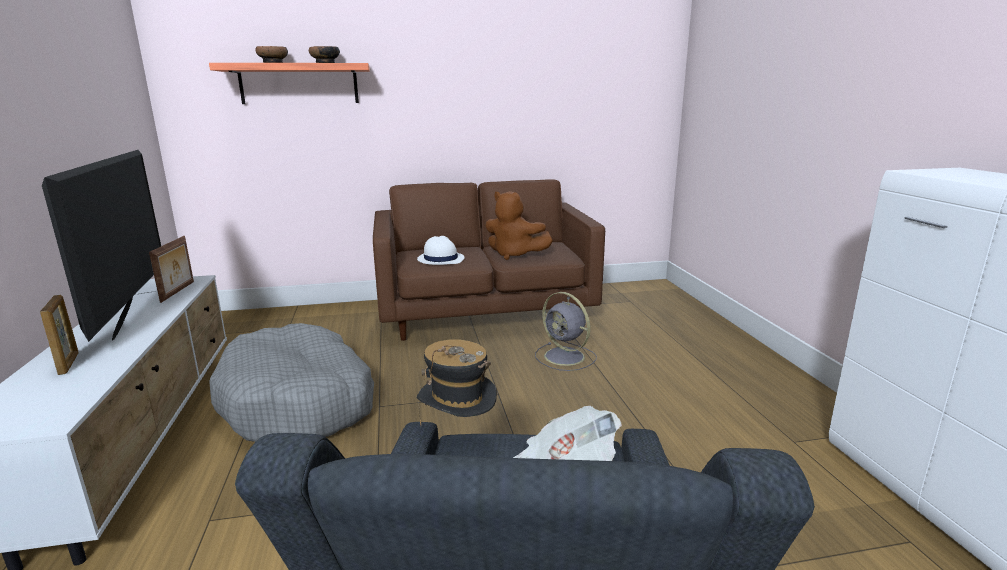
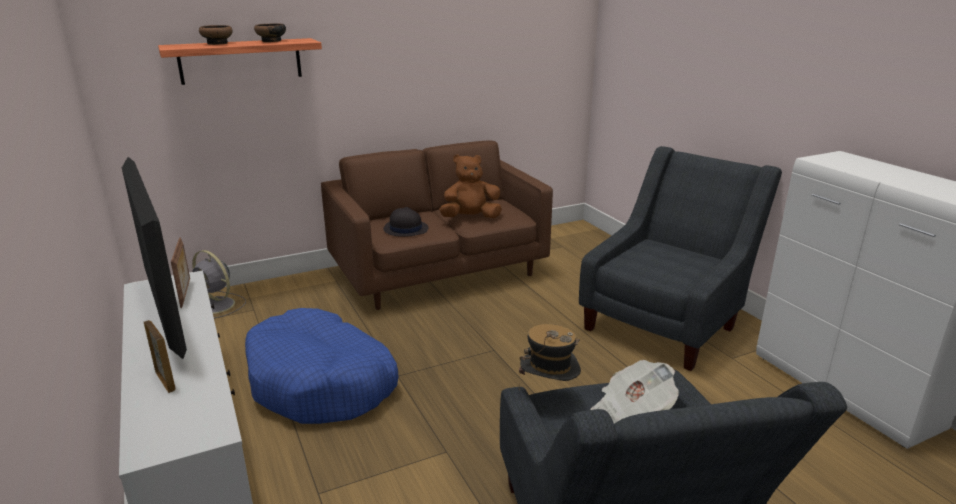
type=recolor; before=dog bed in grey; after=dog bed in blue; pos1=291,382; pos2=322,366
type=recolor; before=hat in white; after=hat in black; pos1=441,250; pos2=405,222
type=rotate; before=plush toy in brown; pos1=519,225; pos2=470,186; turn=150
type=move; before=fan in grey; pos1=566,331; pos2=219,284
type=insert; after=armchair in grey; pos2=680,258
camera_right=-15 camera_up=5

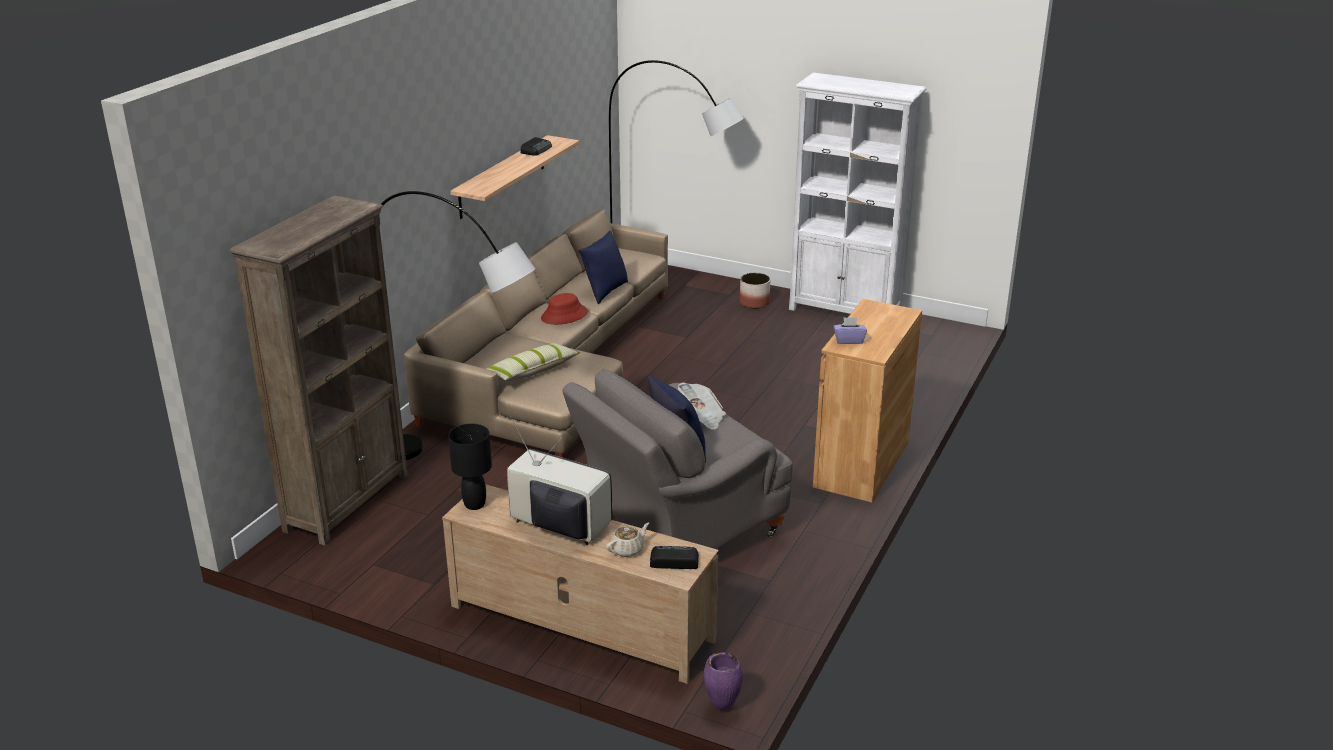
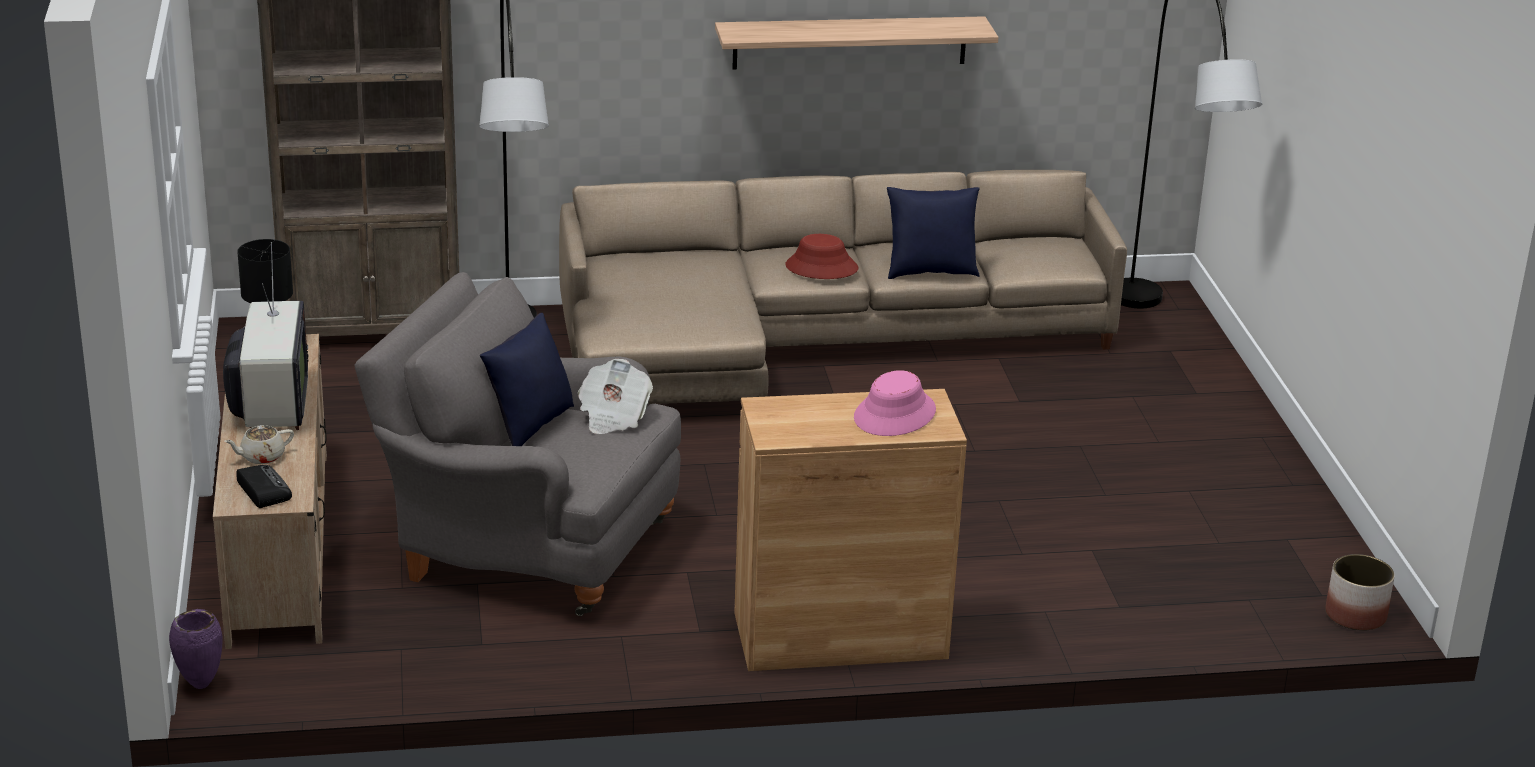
type=delete; before=pillow; pos1=533,362
type=delete; before=radio; pos1=536,146
type=rotate; before=teapot in beige; pos1=627,539; pos2=259,444; turn=135
type=move; before=planter; pos1=755,290; pos2=1360,592
type=delete; before=bookcase in white; pos1=857,193
type=delete; before=tissue box in purple; pos1=850,330
type=insert; after=hat in pink; pos2=895,403
camera_right=55 camera_up=0

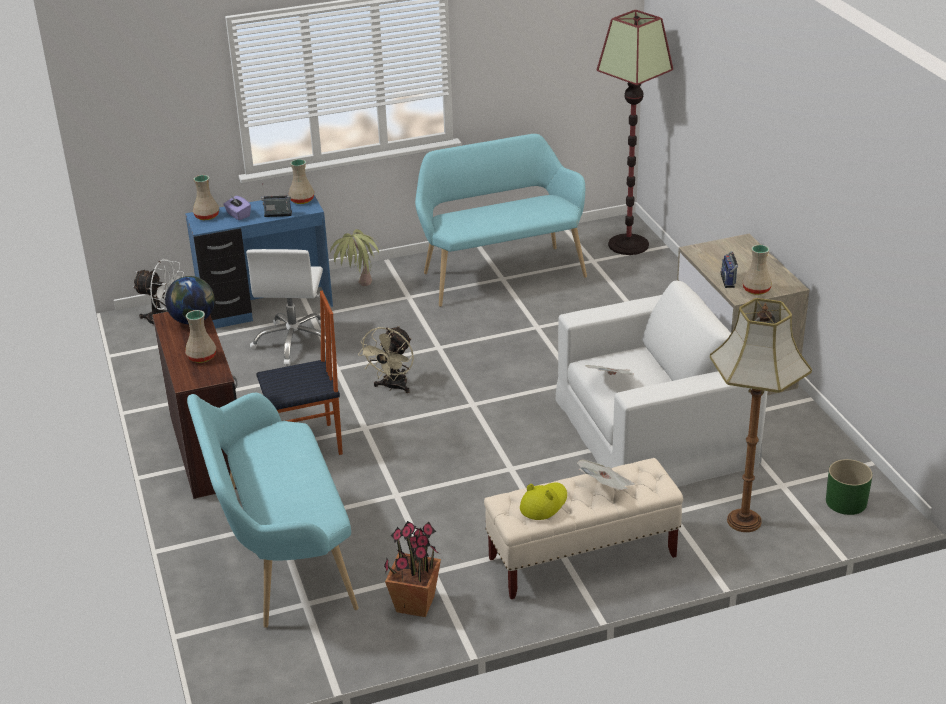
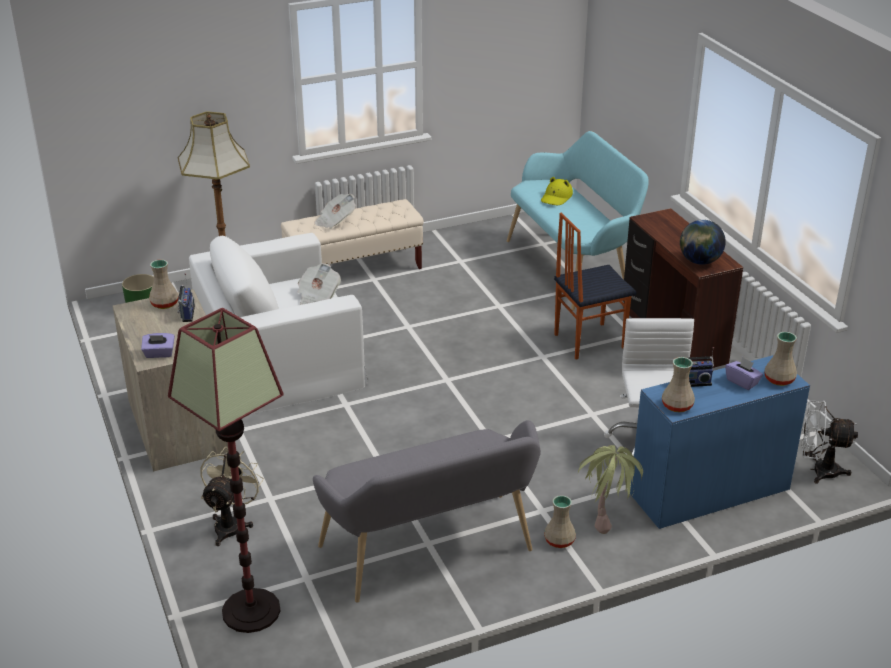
type=move; before=vase in beige; pos1=200,336; pos2=560,521
type=move; before=fan in beige; pos1=386,359; pos2=232,496
type=delete; before=potted plant; pos1=412,569
type=recolor; before=bench in turquoise; after=bench in grey; pos1=501,220; pos2=427,511
type=move; before=hat in yellow; pos1=543,501; pos2=557,191
type=insert; after=tissue box in purple; pos2=158,345
camera_right=175 camera_up=0

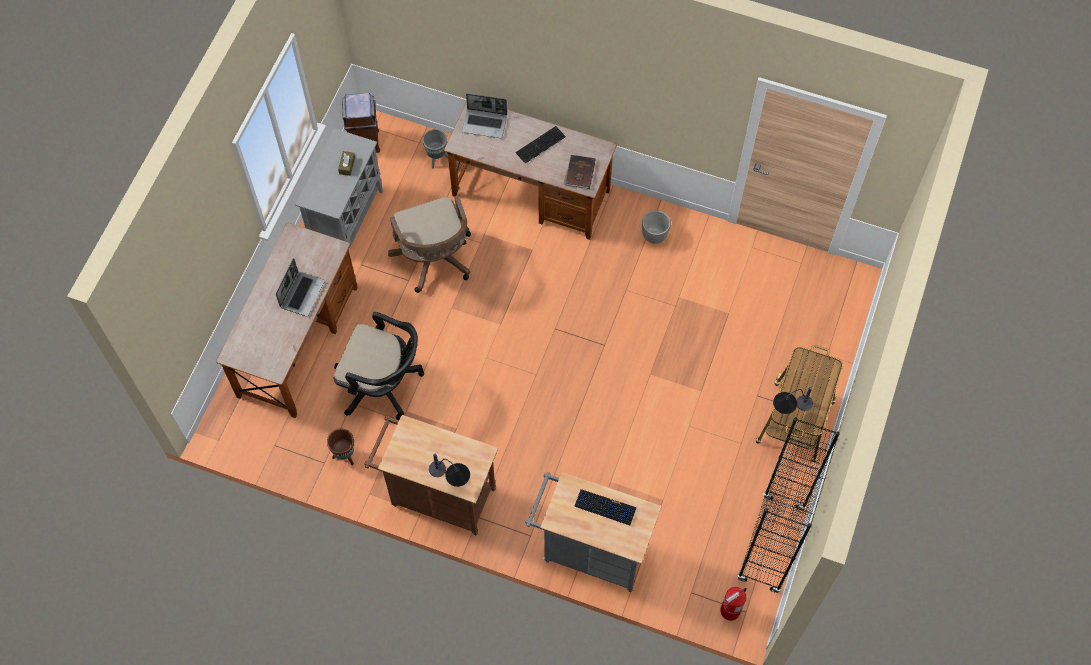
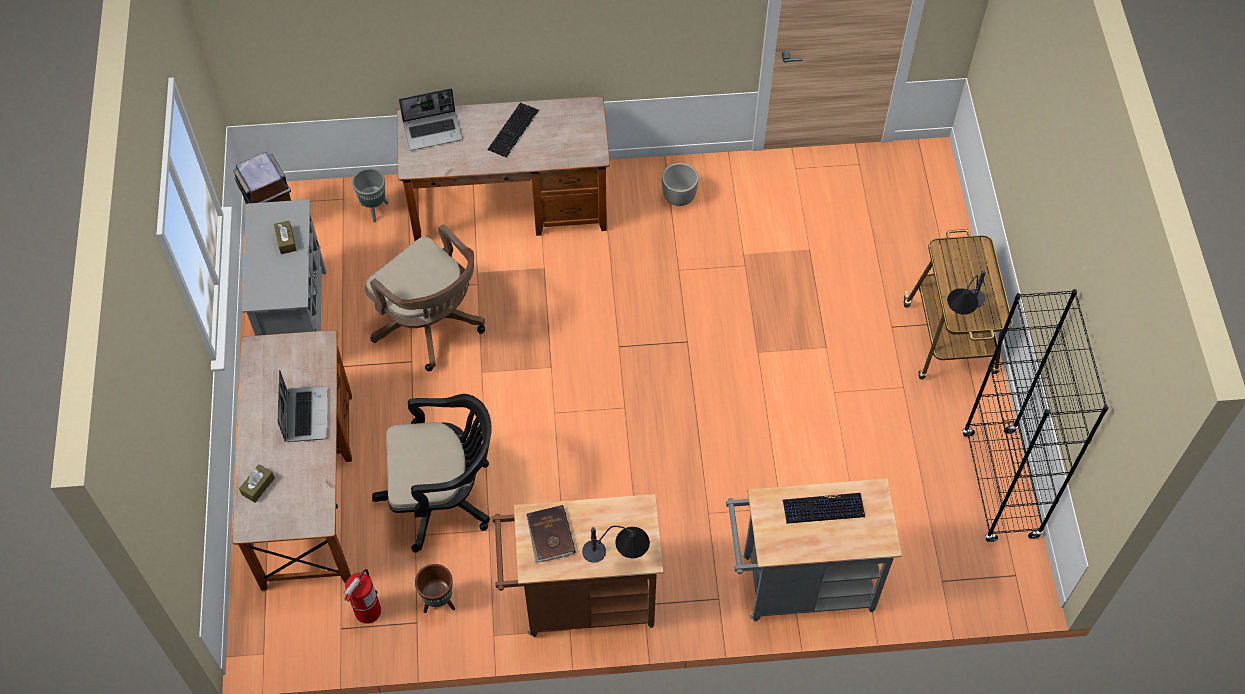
type=move; before=book in brown; pos1=579,172; pos2=551,534
type=move; before=fire extinguisher; pos1=733,604; pos2=362,596
type=insert; after=tissue box in brown; pos2=257,483
camera_right=-25 camera_up=-5

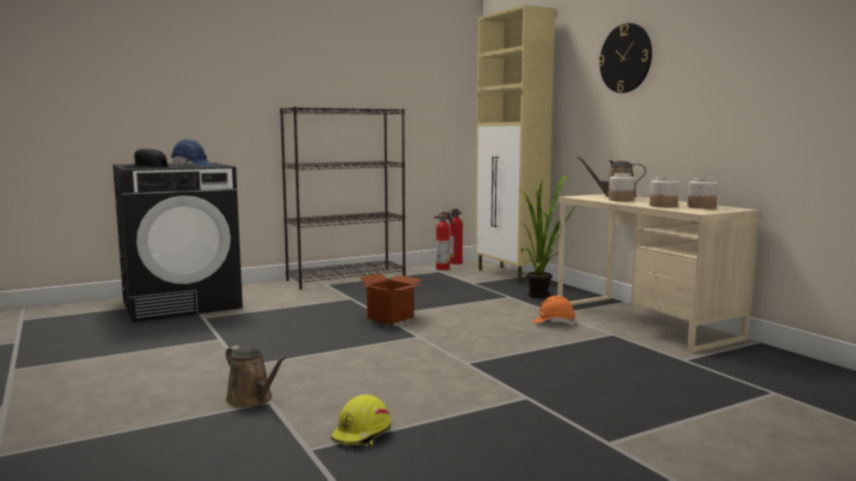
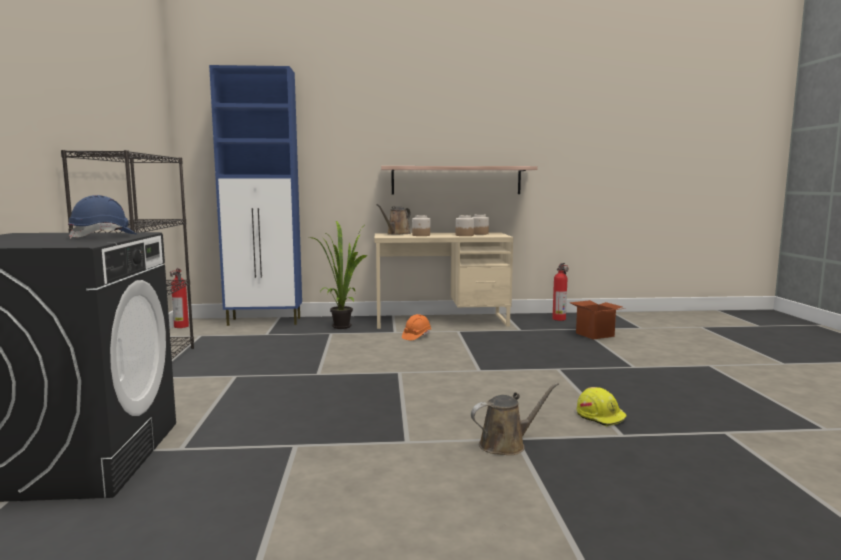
type=delete; before=cap in black; pos1=145,158
type=move; before=cardboard box; pos1=389,299; pos2=597,320
type=move; before=fire extinguisher; pos1=444,241; pos2=560,292
type=recolor; before=cabinet in beige; after=cabinet in blue; pos1=515,144; pos2=255,195
type=delete; before=wall clock; pos1=625,58
type=insert; after=shelf; pos2=459,180
camera_right=-65 camera_up=0

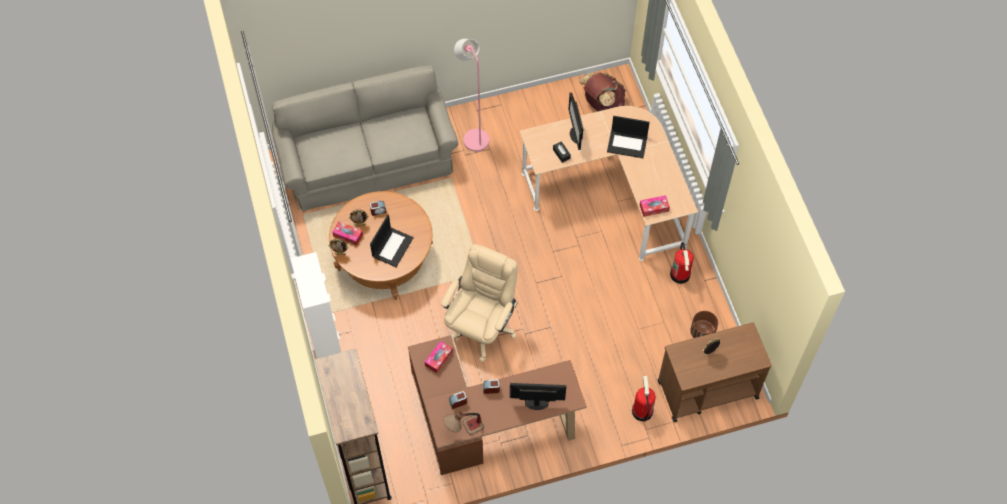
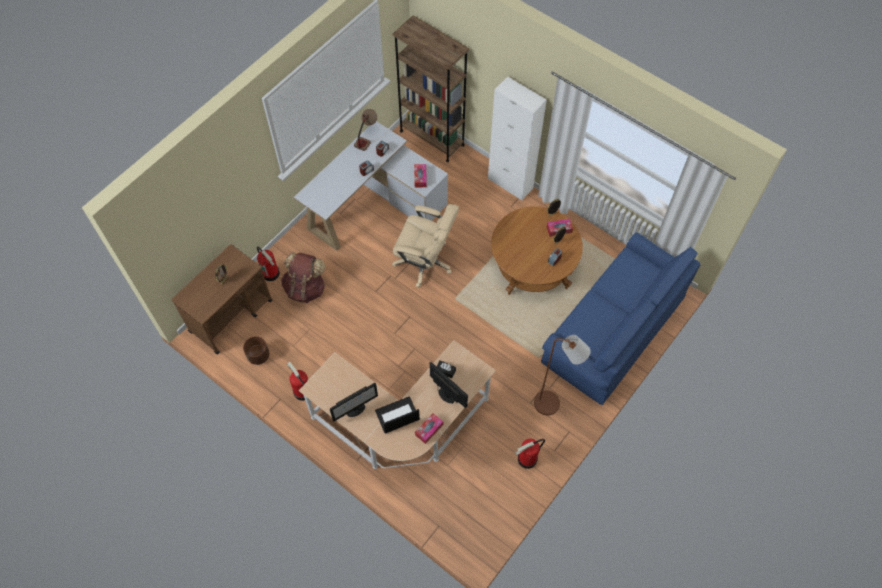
type=recolor; before=sofa in grey; after=sofa in blue; pos1=365,138; pos2=621,318
type=delete; before=laptop; pos1=392,241
type=recolor; before=desk in brown; after=desk in white; pos1=497,405; pos2=371,186
type=rotate; before=office chair in beige; pos1=479,303; pos2=425,246; turn=-60
type=recolor; before=floor lamp in pink; after=floor lamp in brown; pos1=471,95; pos2=562,375
type=move; before=monitor; pos1=538,396; pos2=354,402
type=move; before=backpack in brown; pos1=602,91; pos2=303,277
type=move; before=tissue box; pos1=655,206; pos2=429,428
type=insert; after=fire extinguisher; pos2=530,454
camera_right=145 camera_up=0

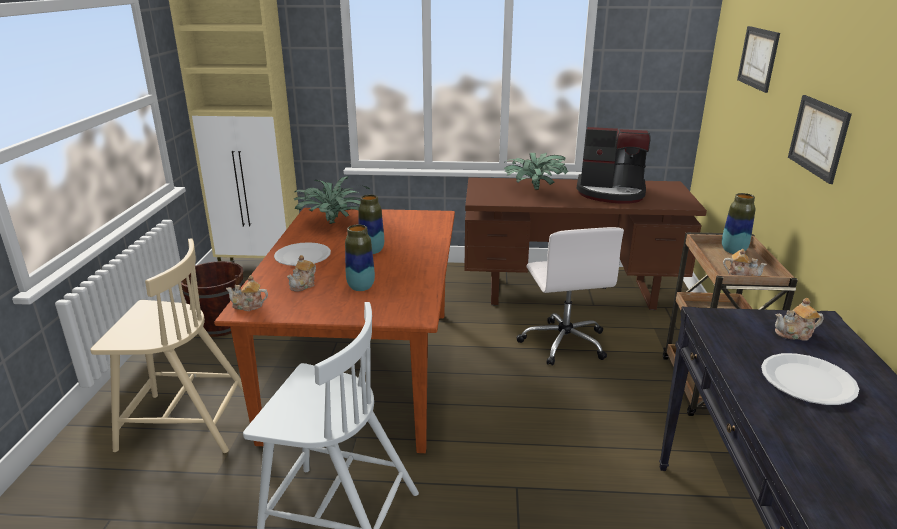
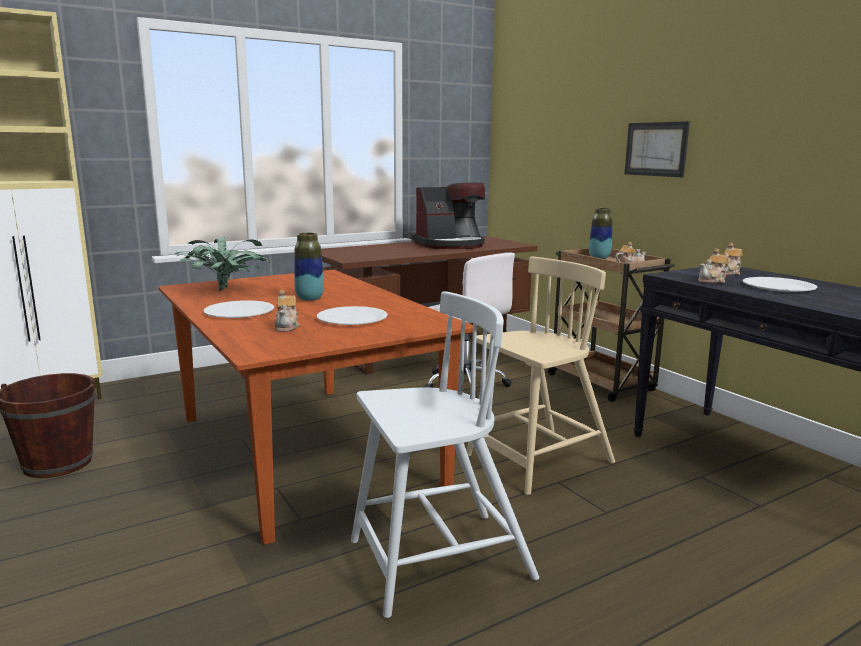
type=move; before=chair in beige; pos1=167,346; pos2=540,376
type=move; before=teapot; pos1=247,293; pos2=713,266
type=replace; before=vase; after=plate in white; pos1=360,258; pos2=352,315
type=delete; before=potted plant; pos1=536,171
type=delete; before=picture; pos1=758,59
camera_right=-35 camera_up=-10

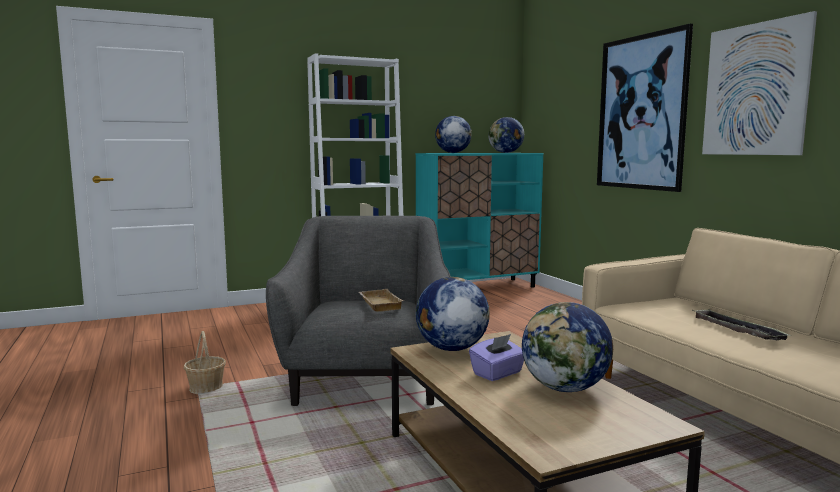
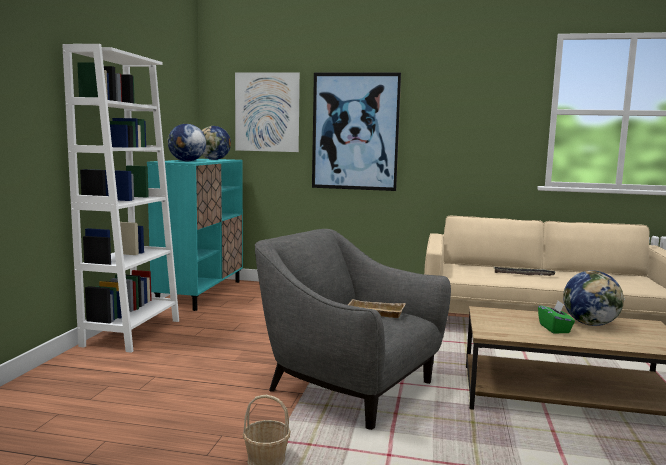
type=delete; before=globe; pos1=453,314
type=recolor; before=tissue box in purple; after=tissue box in green; pos1=496,357; pos2=556,317
type=move; before=picture; pos1=759,83; pos2=267,112
camera_right=-55 camera_up=0

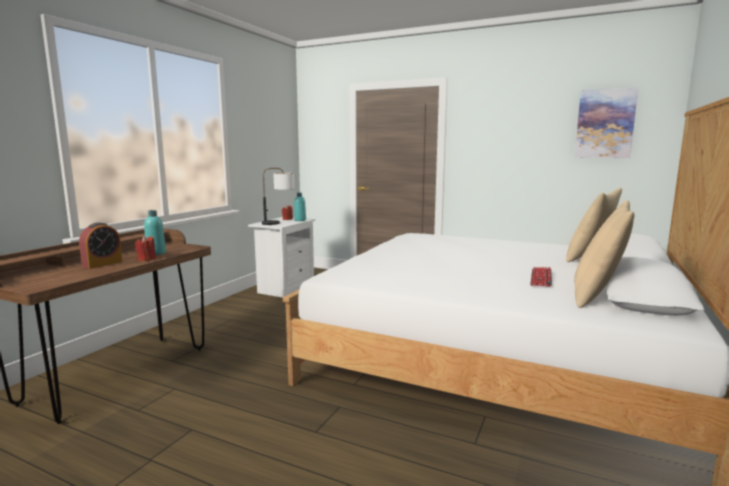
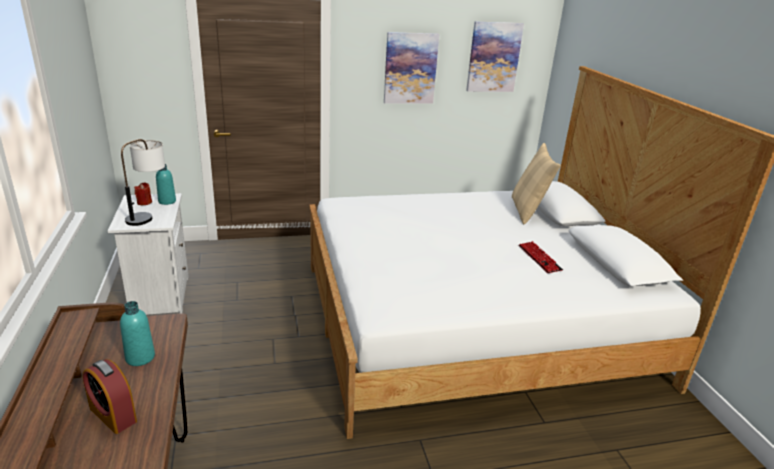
type=rotate; before=alarm clock; pos1=101,245; pos2=110,396; turn=135
type=delete; before=candle in red; pos1=145,248
type=delete; before=pillow in beige; pos1=604,254
type=insert; after=picture; pos2=411,68
camera_right=-40 camera_up=15

